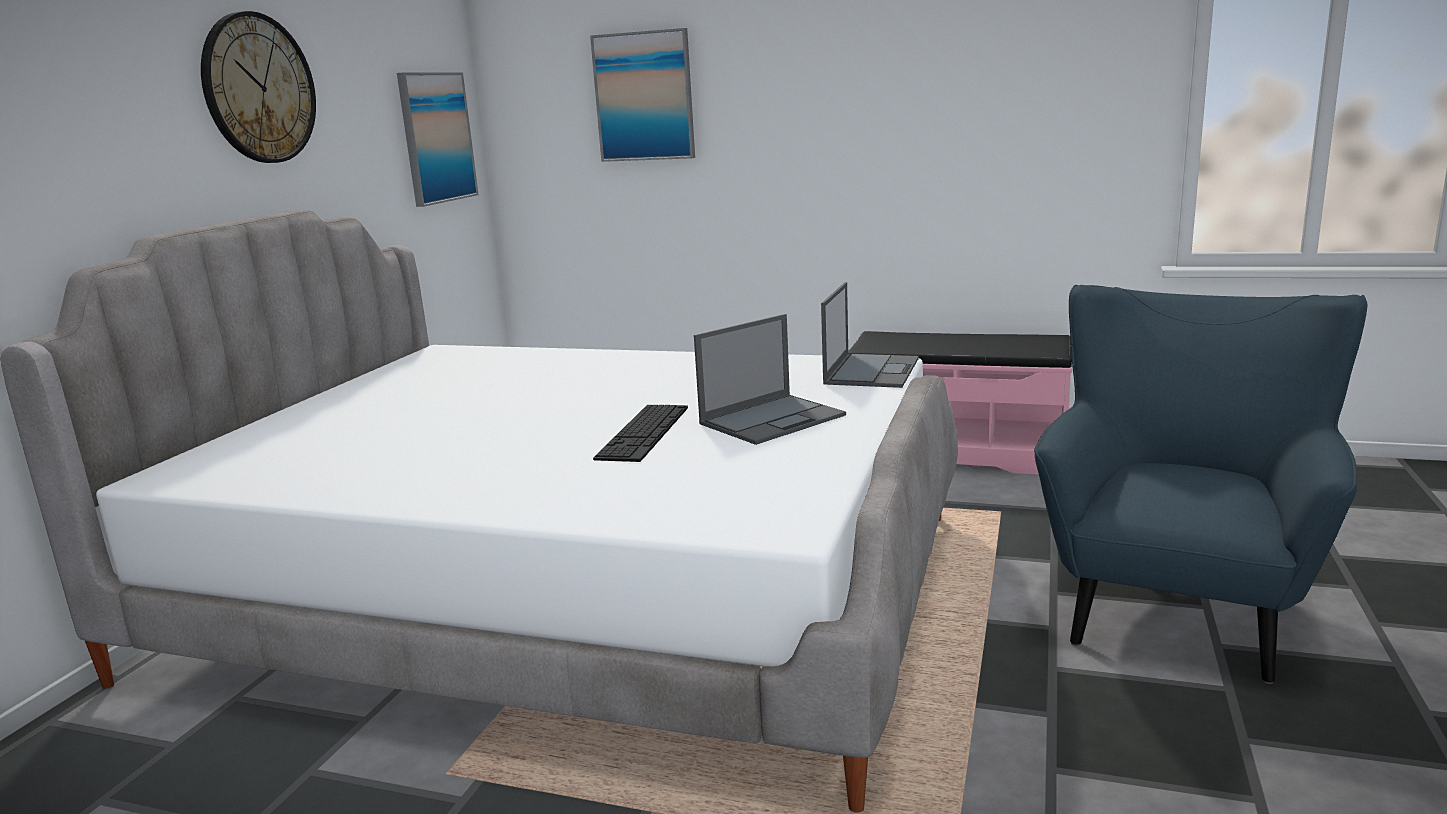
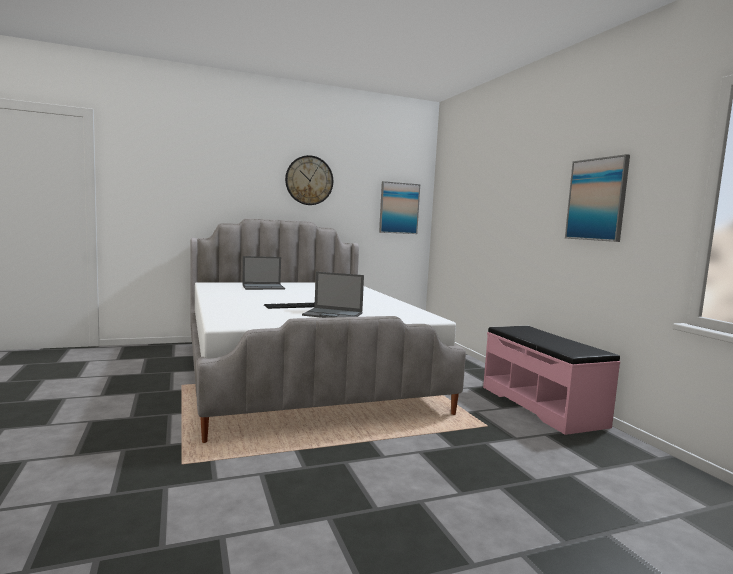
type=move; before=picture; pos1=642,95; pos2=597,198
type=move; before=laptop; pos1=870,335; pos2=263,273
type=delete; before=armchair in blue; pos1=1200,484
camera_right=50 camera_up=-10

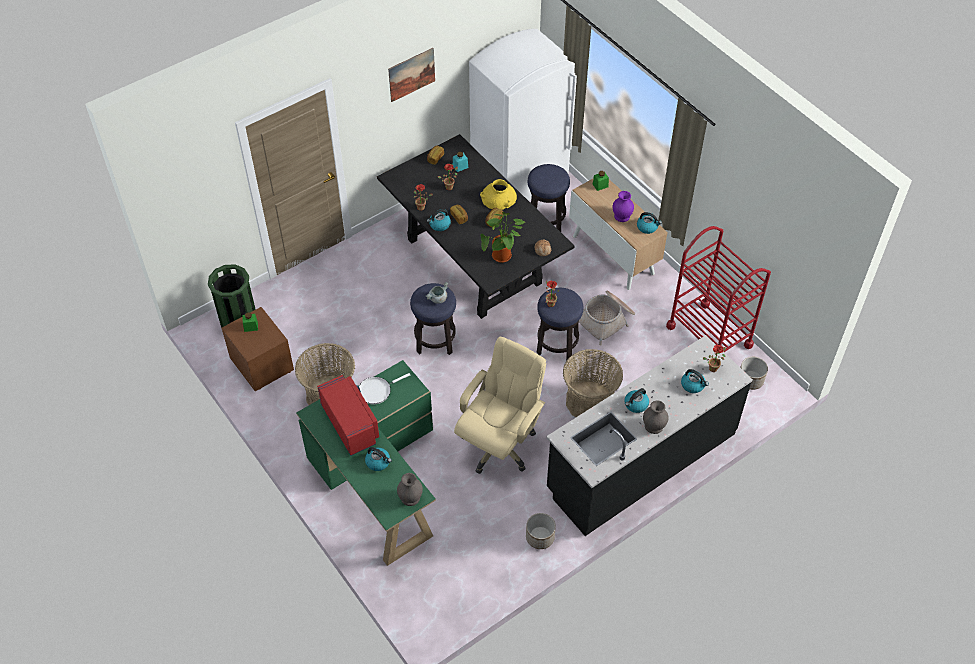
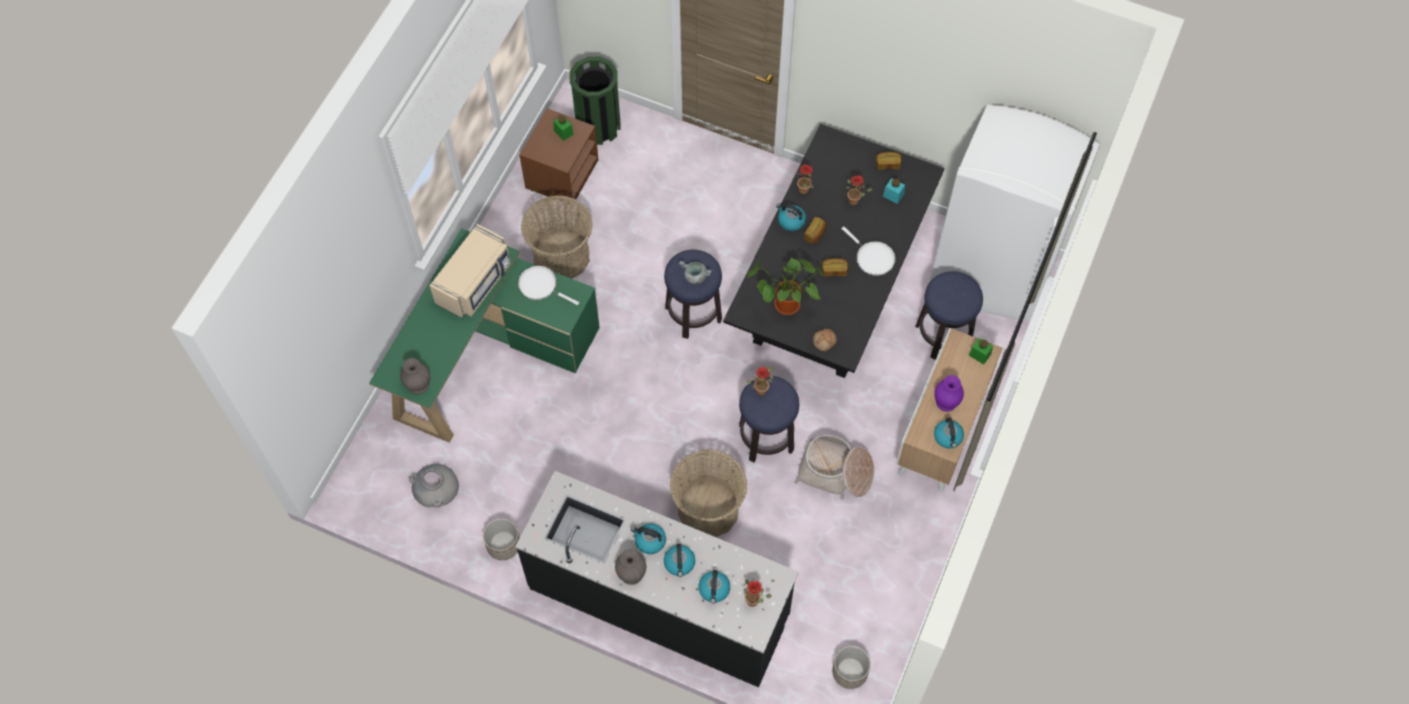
type=recolor; before=microwave in red; after=microwave in beige; pos1=348,415; pos2=470,271
type=move; before=kettle; pos1=378,459; pos2=679,560
type=delete; before=picture; pos1=411,75
type=delete; before=office chair in beige; pos1=500,405
type=replace; before=vase in yellow; after=frying pan in white; pos1=498,194; pos2=868,251
type=delete; before=cart in red; pos1=718,289
type=insert; after=vase in grey; pos2=434,486
camera_right=60 camera_up=10

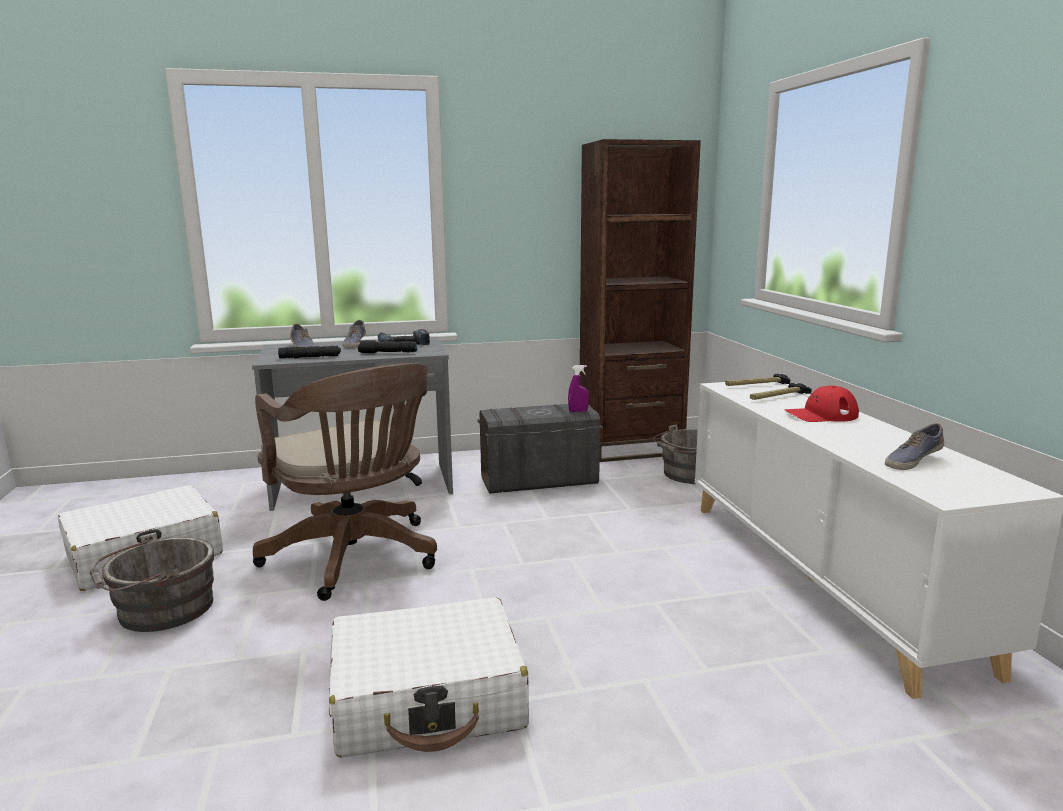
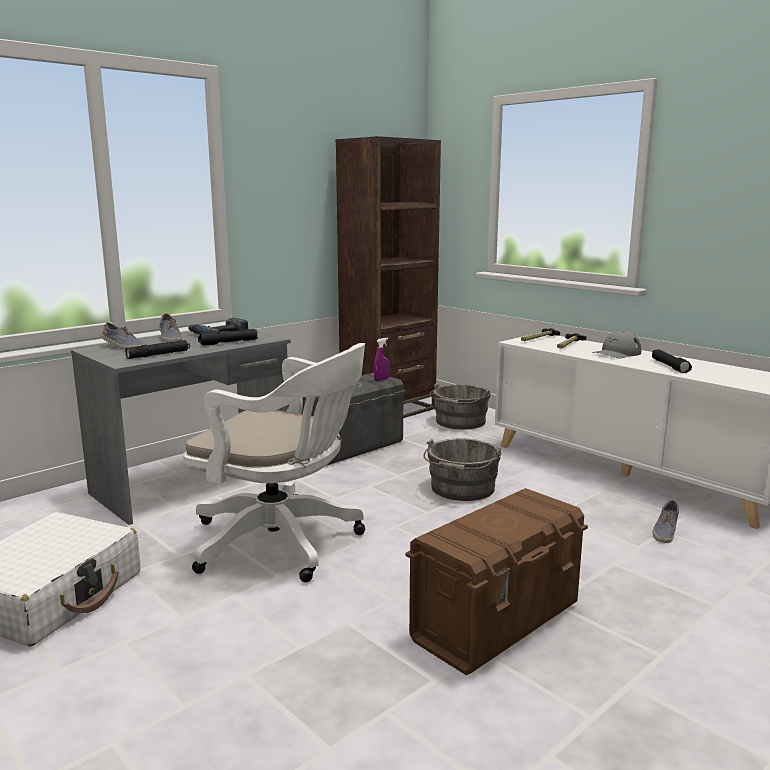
type=move; before=bucket in grey; pos1=152,582; pos2=462,469
type=recolor; before=office chair in brown; after=office chair in white; pos1=345,482; pos2=274,462
type=replace; before=suitcase in white; after=storage box in brown; pos1=429,677; pos2=496,581
type=recolor; before=cap in red; after=cap in grey; pos1=821,404; pos2=617,344
type=move; before=shoe; pos1=914,446; pos2=665,521
type=insert; after=flashlight in black; pos2=672,361
camera_right=-30 camera_up=0

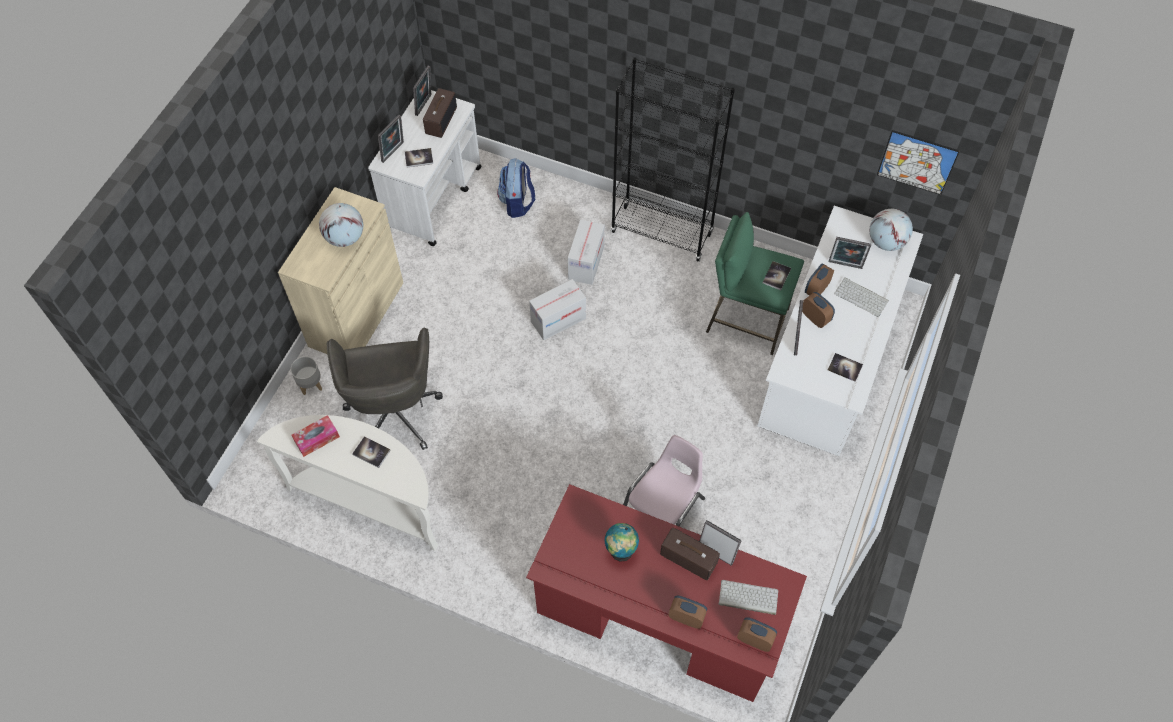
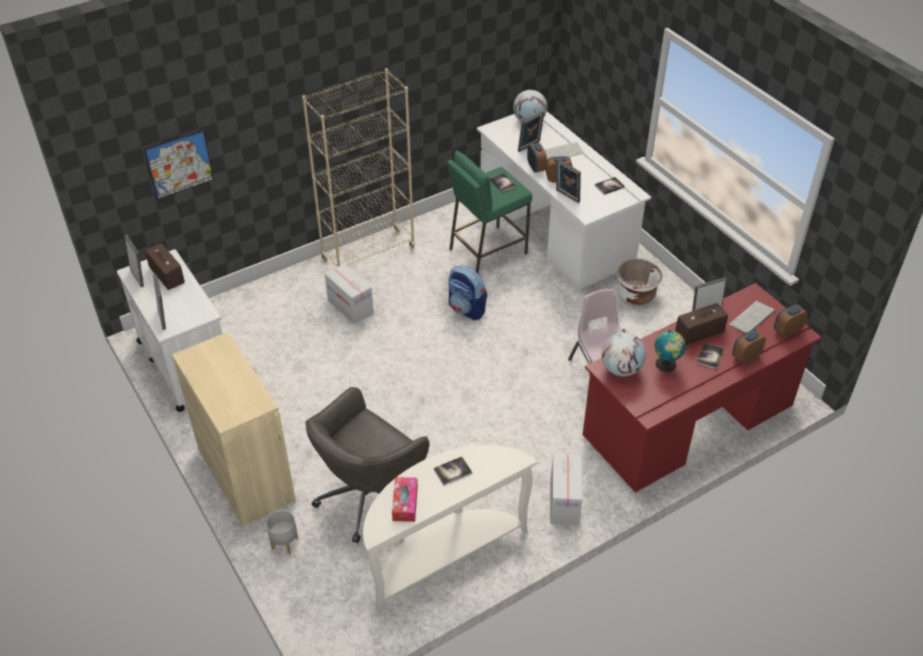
type=move; before=globe; pos1=341,225; pos2=623,354
type=rotate; before=office chair in grey; pos1=385,389; pos2=367,465; turn=105
type=move; before=book; pos1=419,158; pos2=710,356
type=move; before=backpack; pos1=516,188; pos2=468,293
type=move; before=cardboard box; pos1=557,309; pos2=566,489
type=recolor; before=bookcase in black; after=bookcase in beige; pos1=673,160; pos2=358,167
type=move; before=picture; pos1=918,162; pos2=179,165
type=insert; after=planter in white; pos2=640,282
camera_right=-55 camera_up=-15

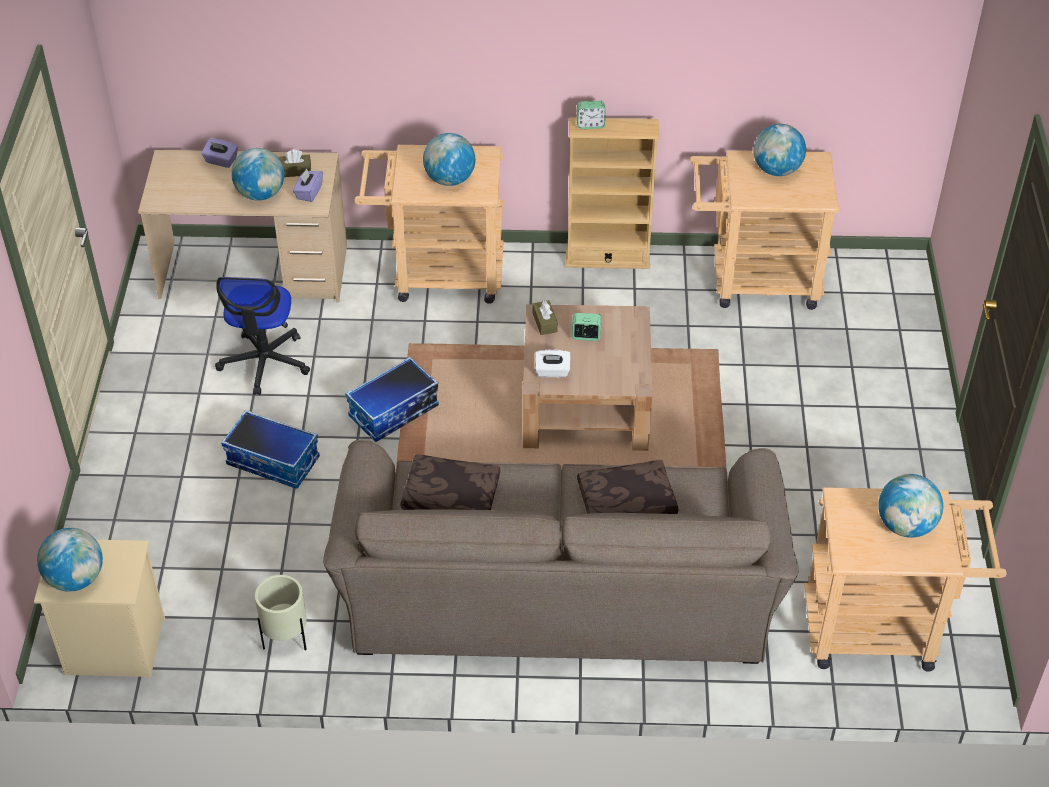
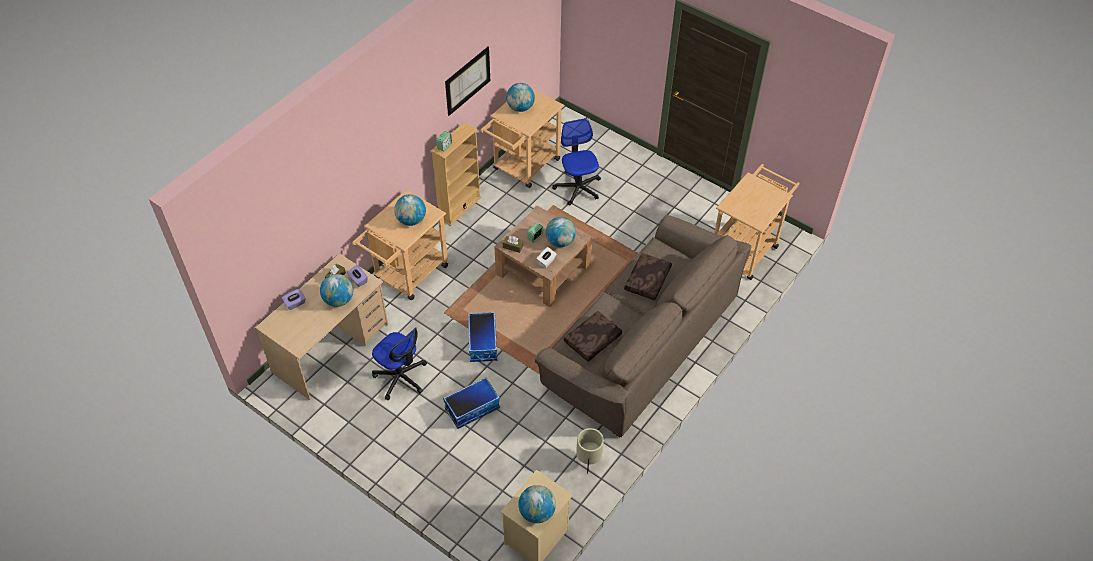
type=move; before=globe; pos1=910,506; pos2=561,232
type=insert; after=picture; pos2=467,81
type=insert; after=office chair; pos2=576,162
camera_right=-55 camera_up=5

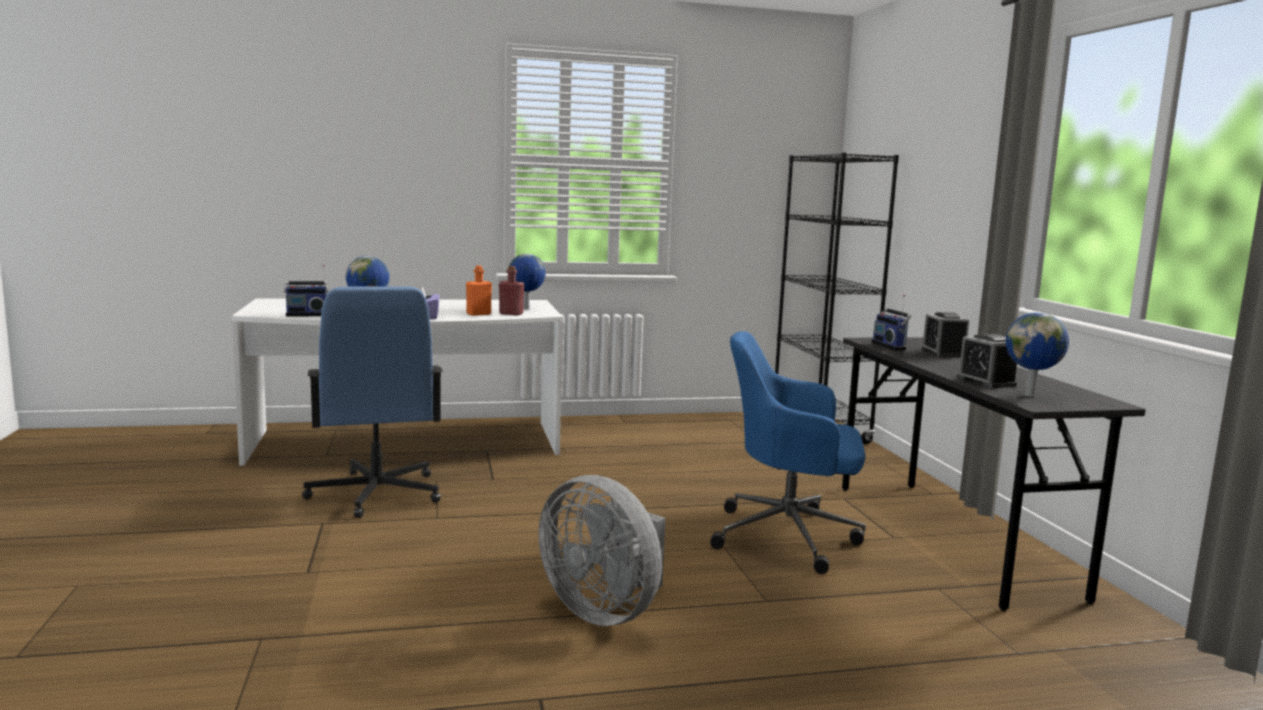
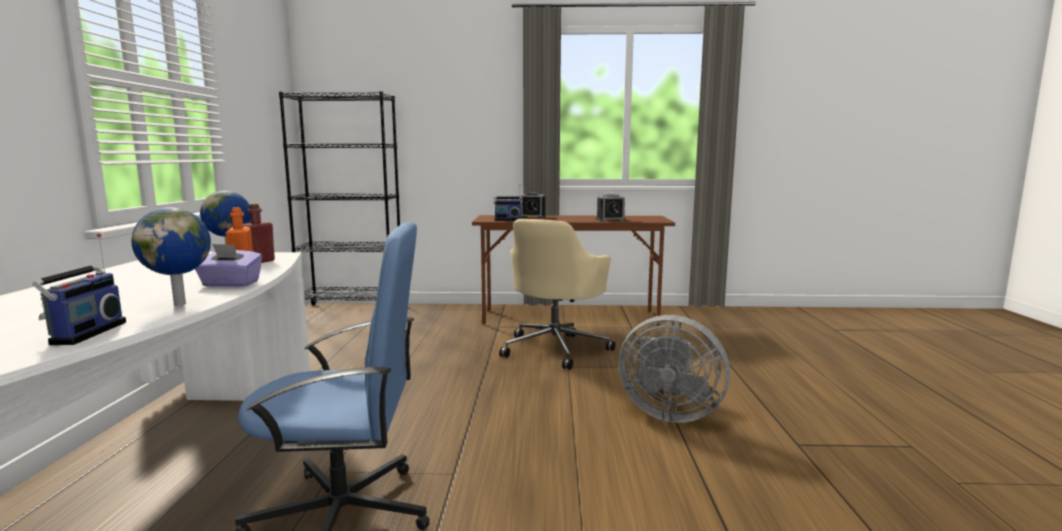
type=rotate; before=fan in grey; pos1=601,550; pos2=674,369; turn=60
type=recolor; before=office chair in blue; after=office chair in beige; pos1=788,452; pos2=557,294
type=recolor; before=desk in grey; after=desk in brown; pos1=994,474; pos2=573,270
type=delete; before=globe; pos1=1037,354
camera_right=-75 camera_up=0

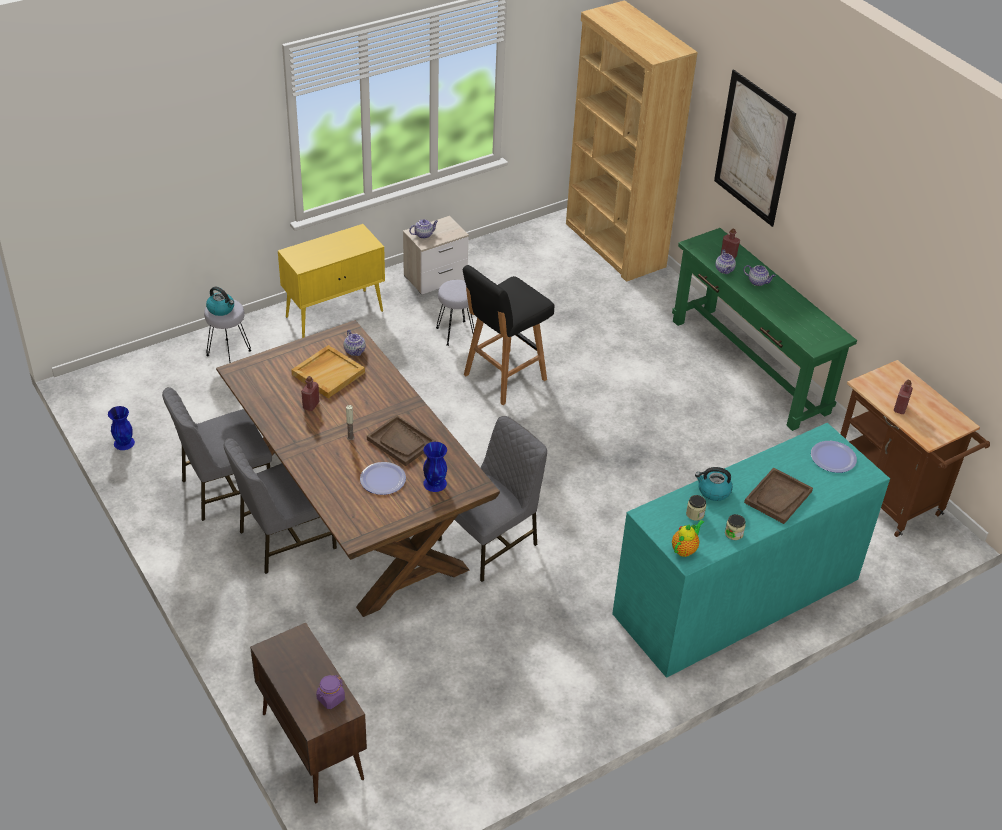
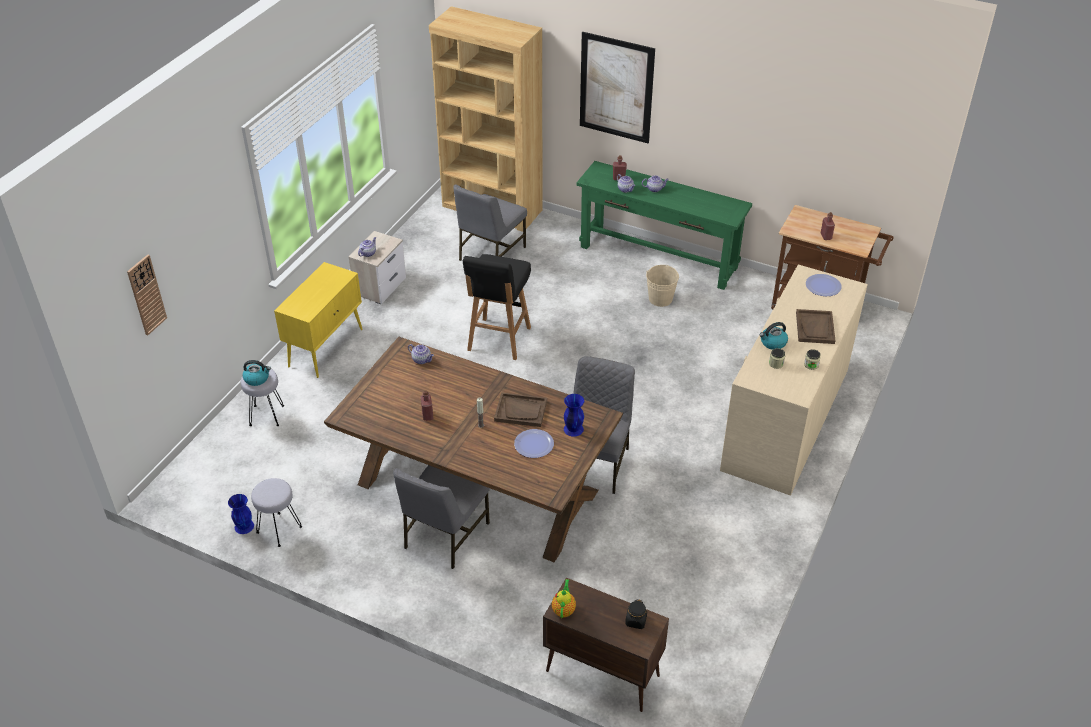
type=move; before=chair in grey; pos1=217,454; pos2=490,222
type=delete; before=tray in beige; pos1=328,371
type=recolor; before=jar in purple; after=jar in black; pos1=330,692; pos2=636,614
type=move; before=stool in grey; pos1=455,313; pos2=276,512
type=recolor; before=dresser in turquoise; after=dresser in beige; pos1=751,550; pos2=794,380
type=move; before=teapot; pos1=688,538; pos2=564,598
type=insert; after=wall clock; pos2=147,295
type=insert; after=bucket in beige; pos2=662,286
camera_right=-30 camera_up=0

